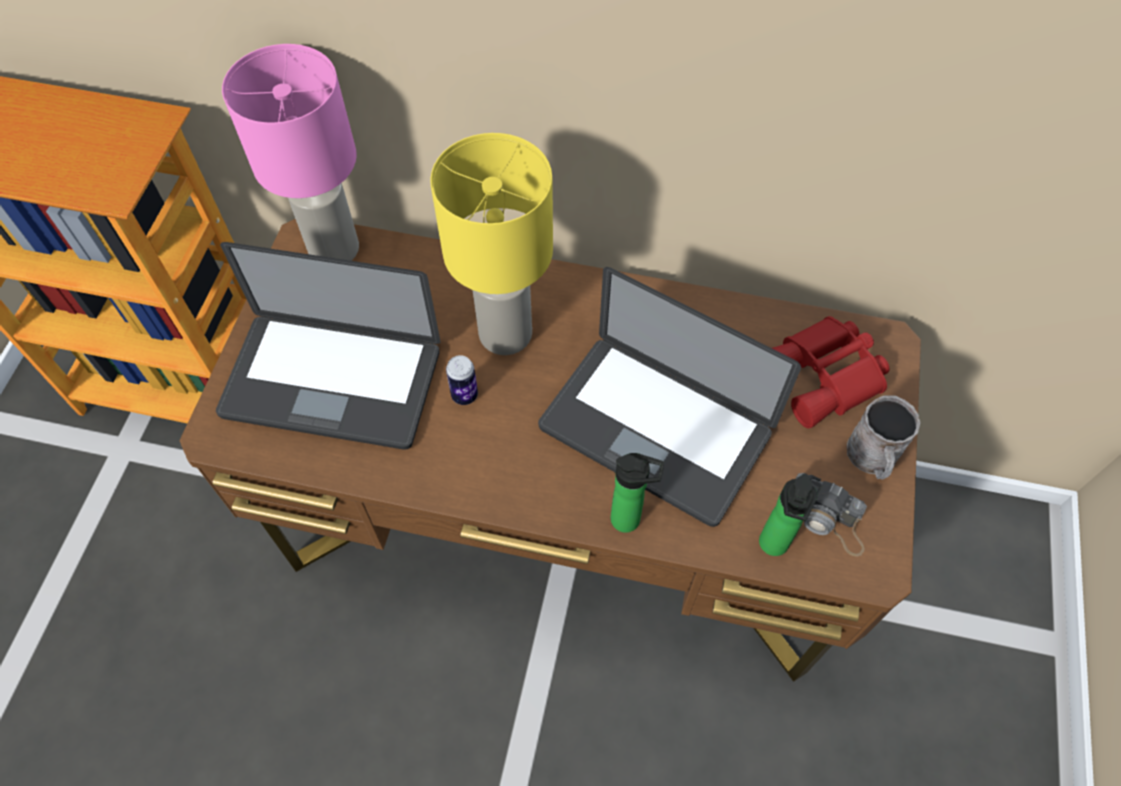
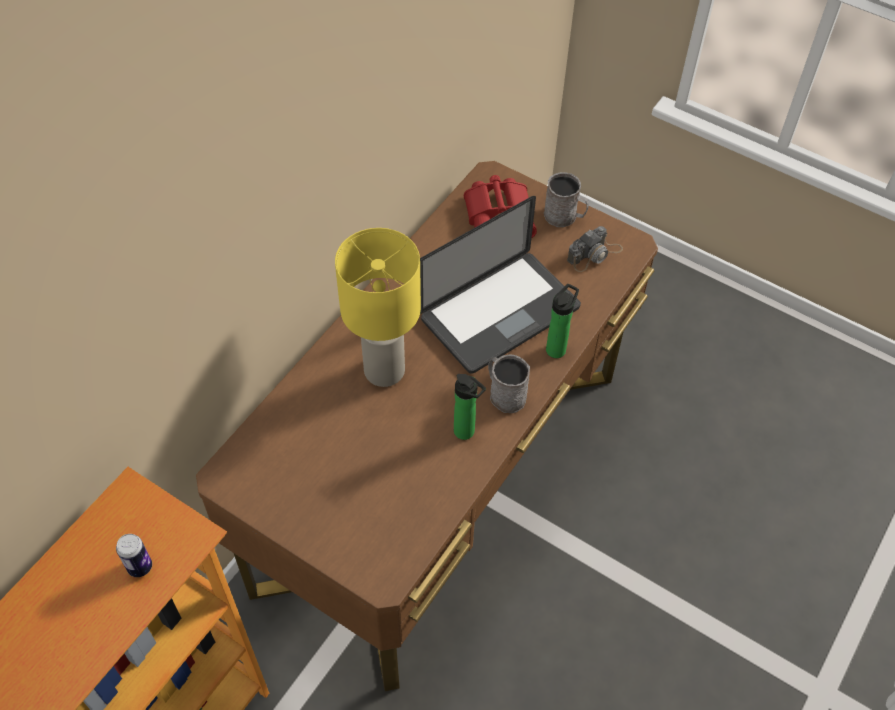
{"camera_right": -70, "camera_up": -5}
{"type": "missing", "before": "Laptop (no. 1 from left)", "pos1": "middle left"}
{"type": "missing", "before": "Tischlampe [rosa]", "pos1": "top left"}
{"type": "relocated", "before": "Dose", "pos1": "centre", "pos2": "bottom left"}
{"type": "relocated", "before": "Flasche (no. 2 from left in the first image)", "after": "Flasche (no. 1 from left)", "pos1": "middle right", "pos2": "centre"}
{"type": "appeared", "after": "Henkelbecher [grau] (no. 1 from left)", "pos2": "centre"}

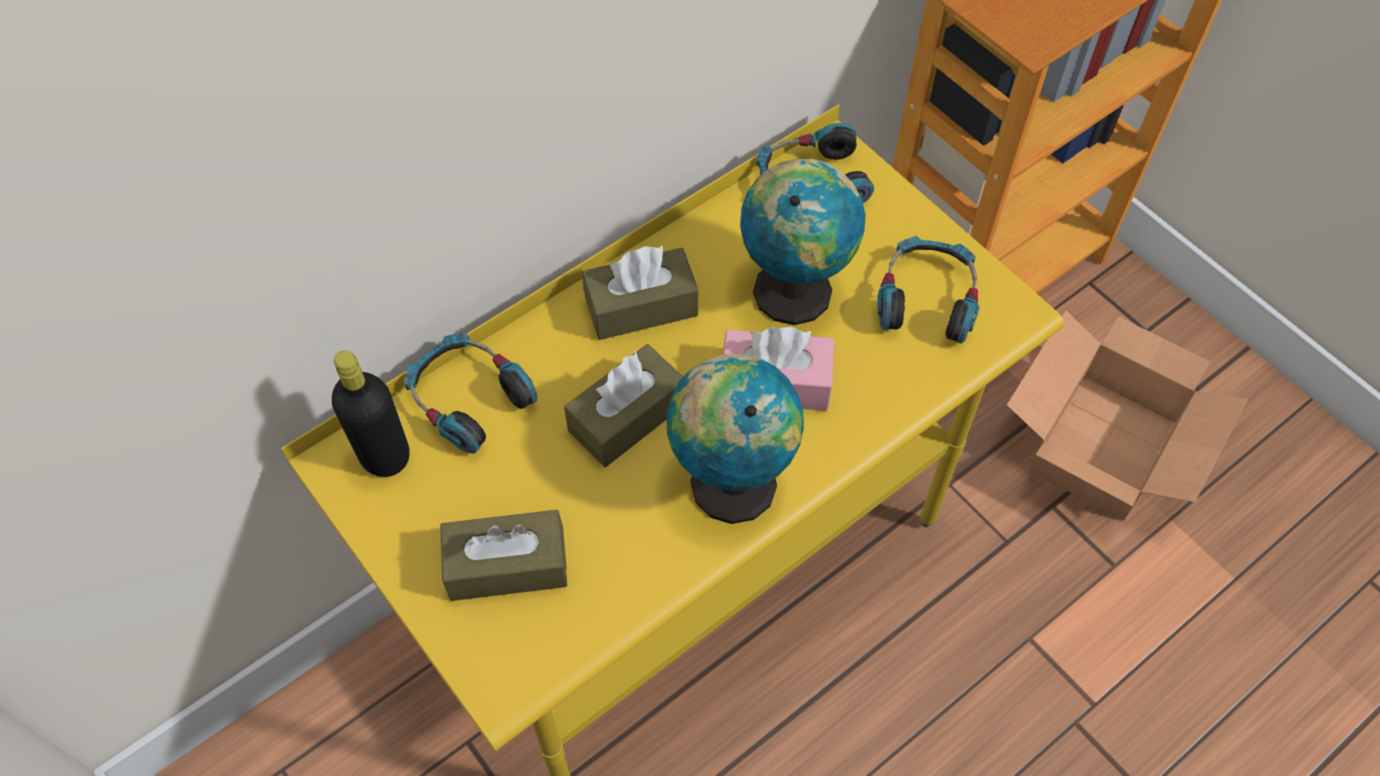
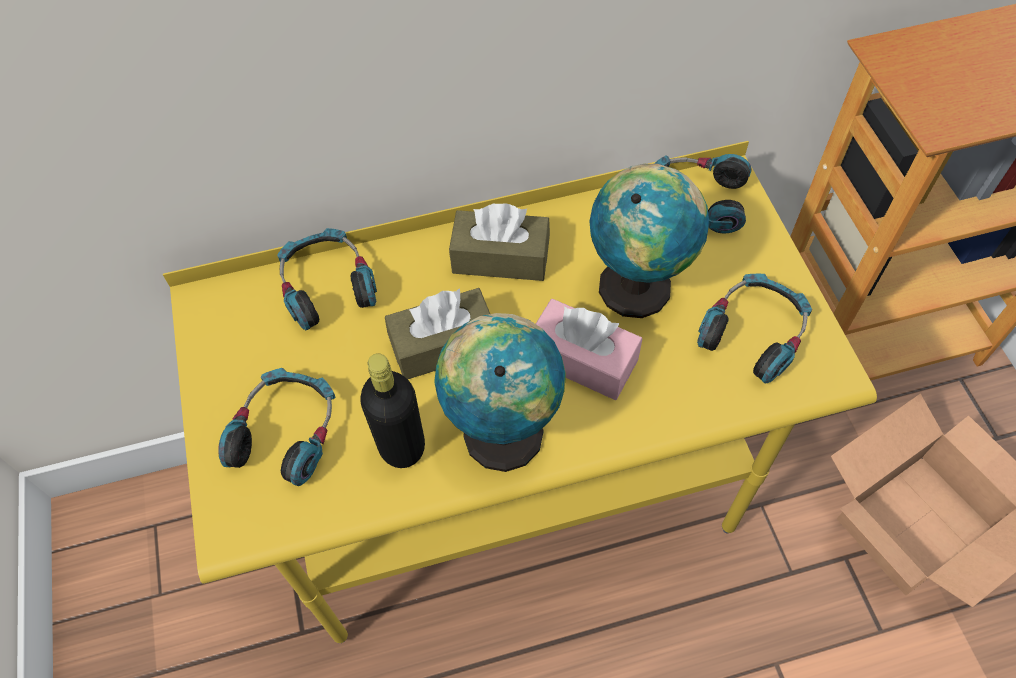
{"camera_right": 25, "camera_up": 0}
{"type": "relocated", "before": "Flasche [schwarz]", "pos1": "middle left", "pos2": "centre"}
{"type": "exchanged", "before": "Taschentuchbox [braun] (no. 1 from left)", "after": "Kopfhörer (no. 1 from left)", "pos1": "bottom centre", "pos2": "middle left"}

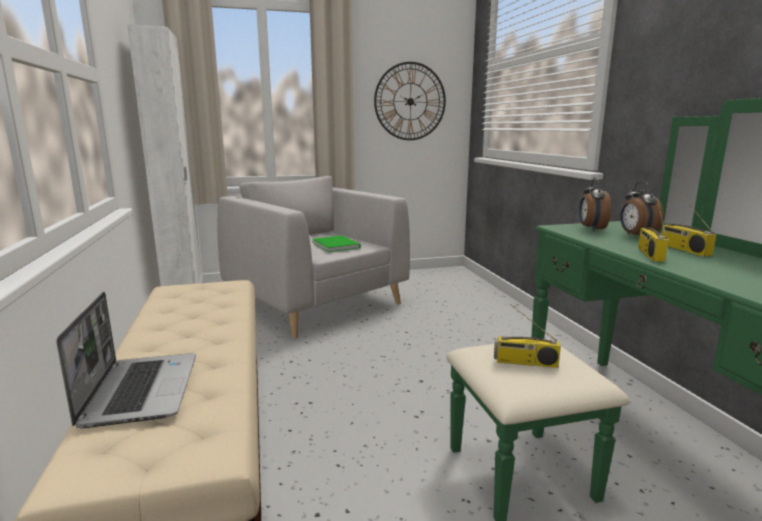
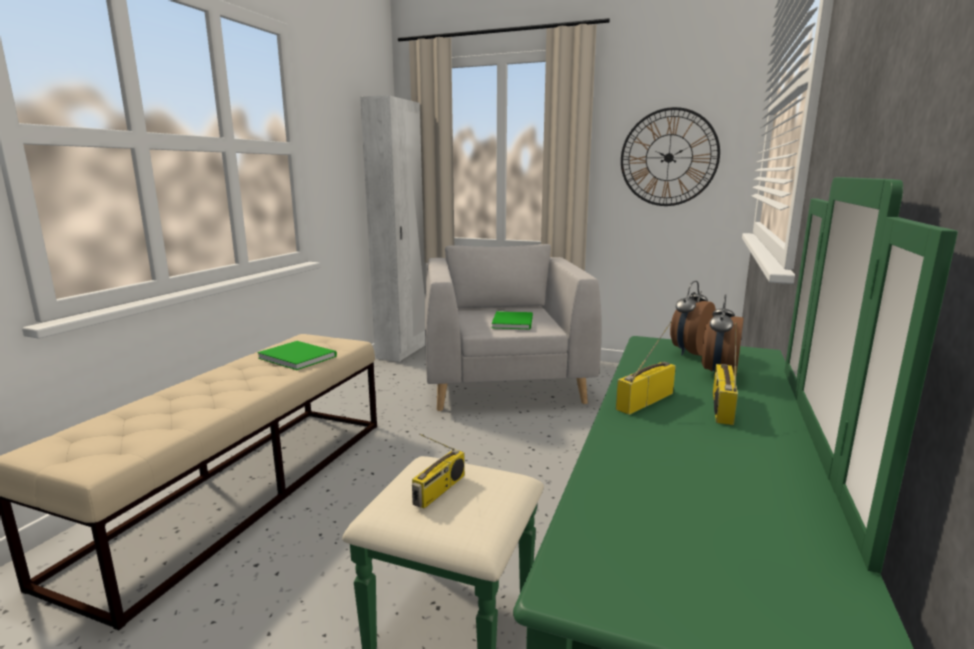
{"camera_right": 35, "camera_up": 0}
{"type": "missing", "before": "Laptop", "pos1": "bottom left"}
{"type": "spun", "before": "Radio (no. 1 from left)", "pos1": "middle right", "pos2": "bottom centre", "turn": -105}
{"type": "appeared", "after": "Buch [grün] (no. 1 from left)", "pos2": "middle left"}

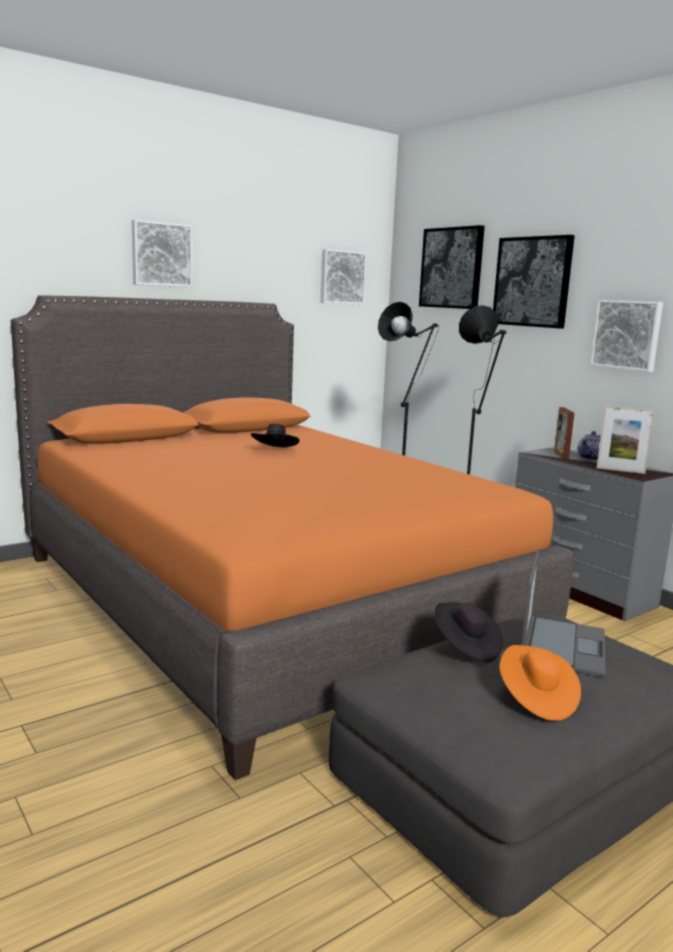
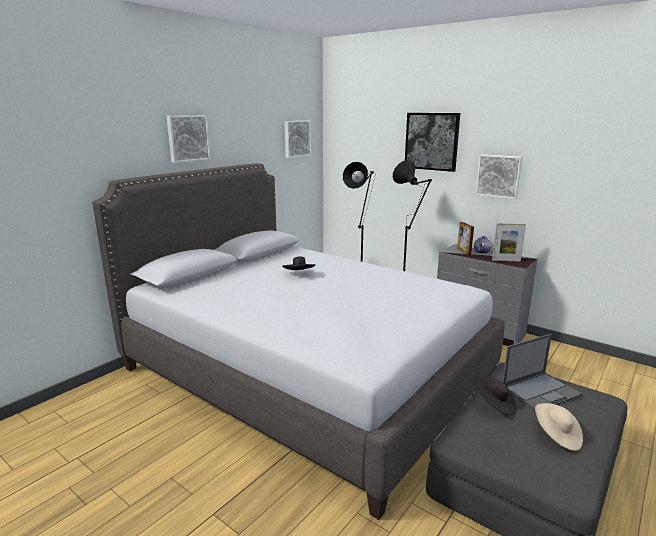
{"camera_right": -15, "camera_up": 5}
{"type": "colour", "before": "Bett [orange]", "after": "Bett [grau]", "pos1": "centre", "pos2": "centre"}
{"type": "missing", "before": "Bild (no. 3 from left)", "pos1": "top right"}
{"type": "colour", "before": "Hut [orange]", "after": "Hut [beige]", "pos1": "bottom right", "pos2": "bottom right"}
{"type": "spun", "before": "Laptop", "pos1": "middle right", "pos2": "bottom right", "turn": 60}

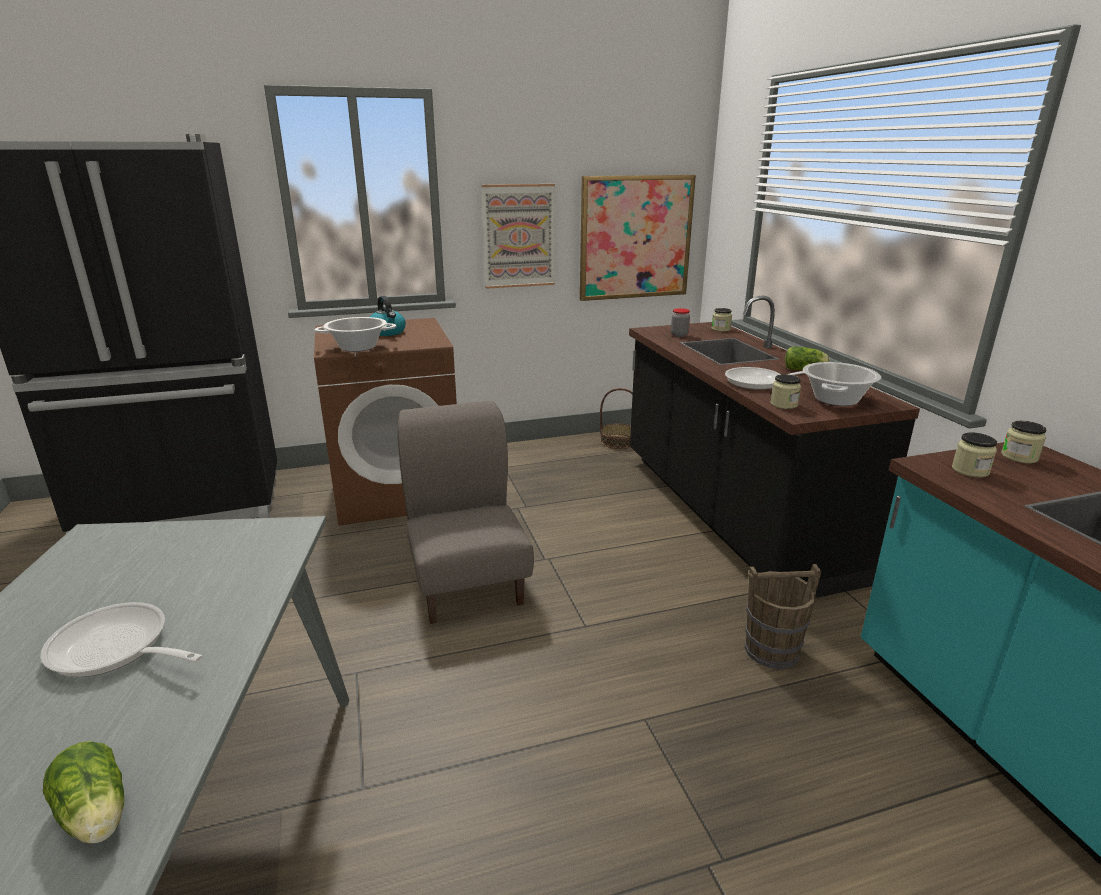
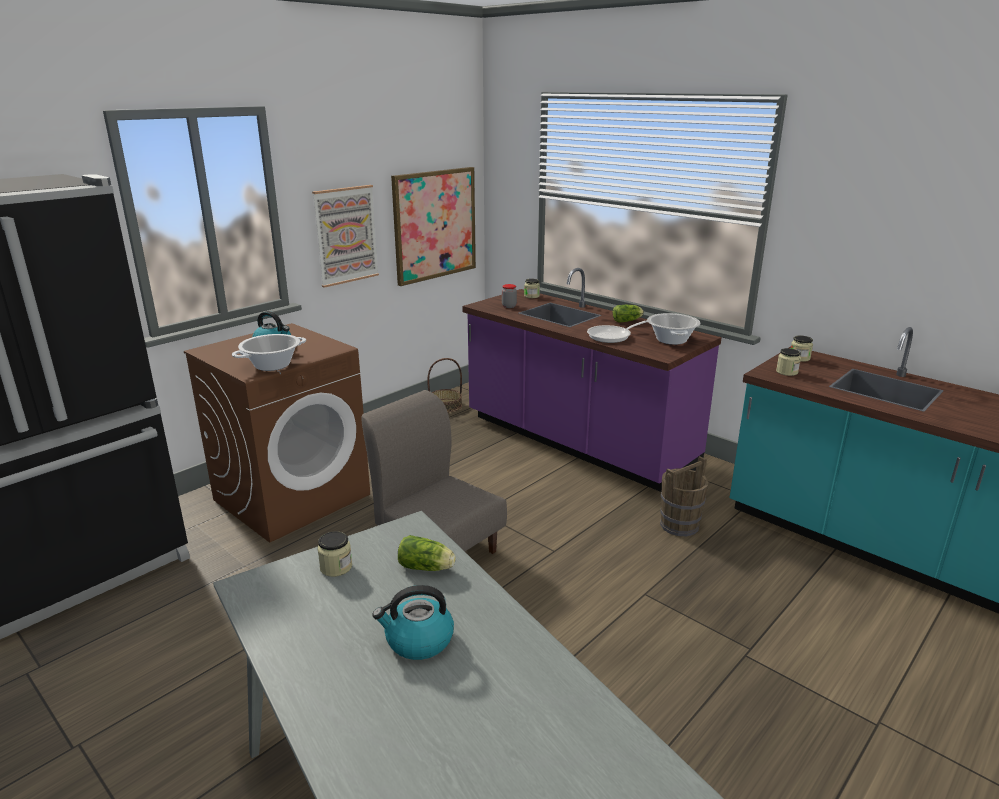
{"camera_right": -30, "camera_up": 0}
{"type": "exchanged", "before": "Pfanne (no. 1 from left)", "after": "Wasserkessel (no. 2 from left)", "pos1": "bottom left", "pos2": "bottom centre"}
{"type": "relocated", "before": "Salatkopf (no. 1 from left)", "pos1": "bottom left", "pos2": "bottom centre"}
{"type": "colour", "before": "Küchenzeile [schwarz]", "after": "Küchenzeile [lila]", "pos1": "middle right", "pos2": "centre"}
{"type": "relocated", "before": "Vorratsglas (no. 3 from left in the first image)", "after": "Vorratsglas (no. 1 from left)", "pos1": "middle right", "pos2": "bottom centre"}

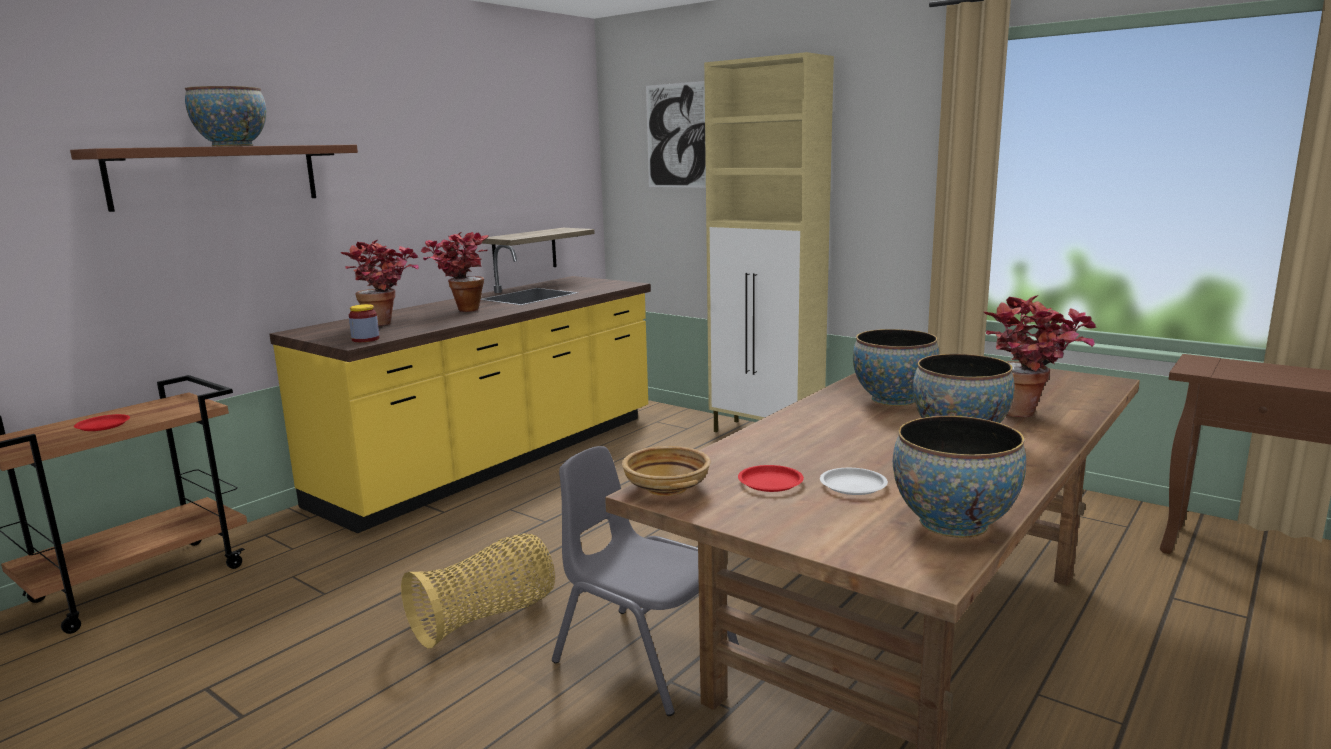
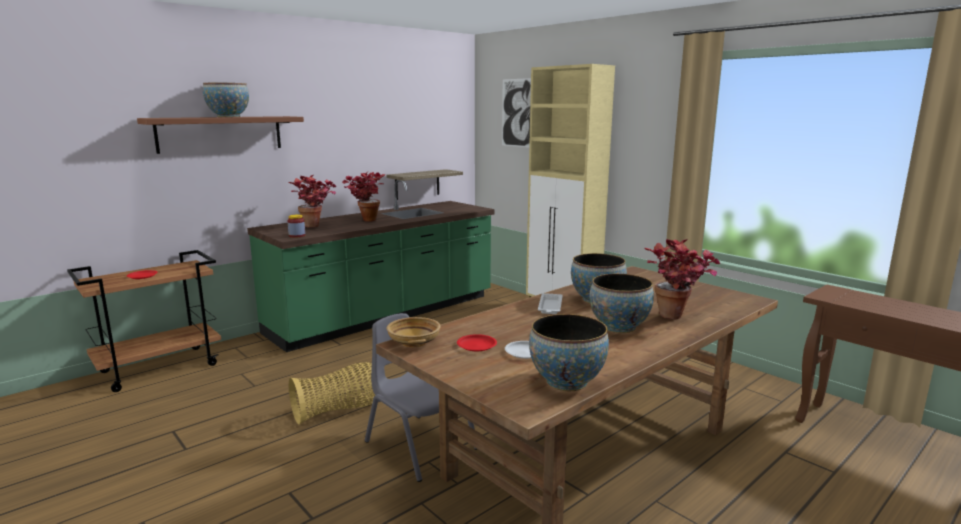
{"camera_right": 10, "camera_up": 0}
{"type": "colour", "before": "Küchenzeile [gelb]", "after": "Küchenzeile [grün]", "pos1": "centre", "pos2": "centre"}
{"type": "appeared", "after": "Tablett [weiß]", "pos2": "centre"}

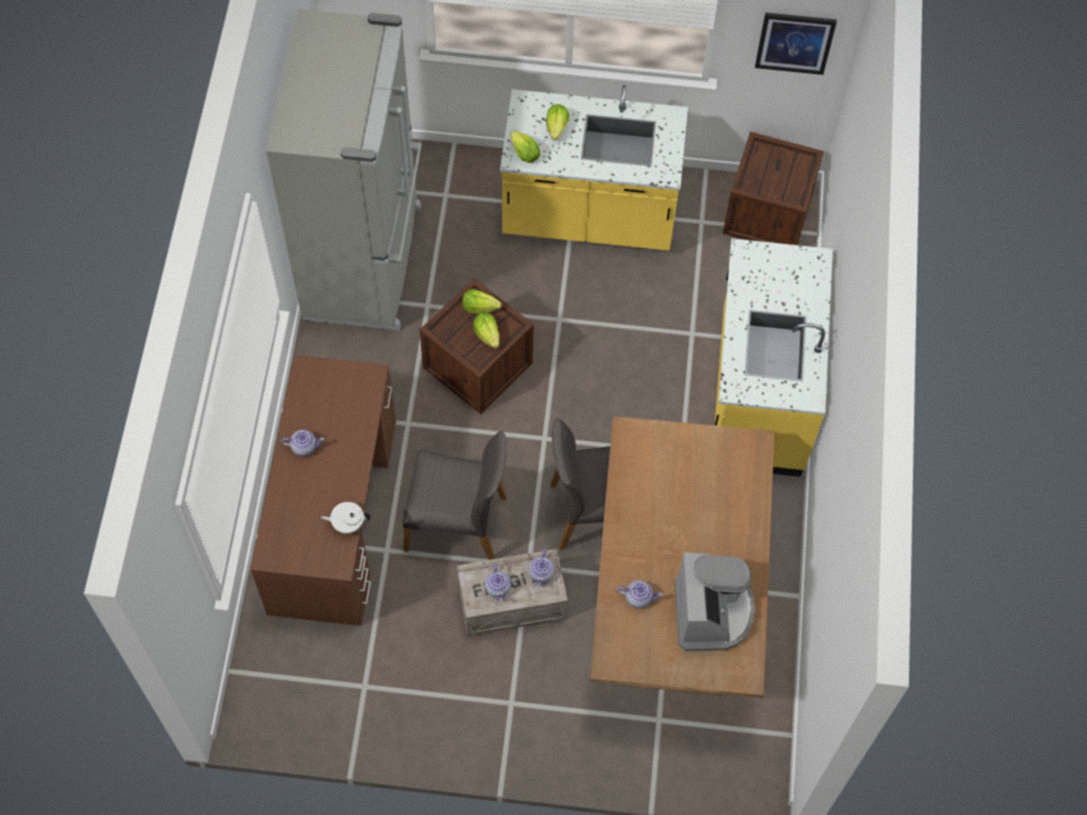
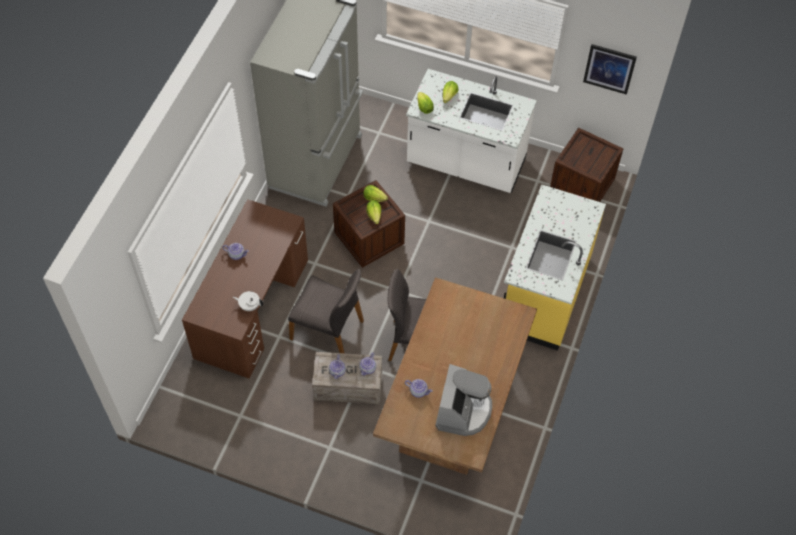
{"camera_right": 15, "camera_up": -5}
{"type": "colour", "before": "Küchenzeile [gelb] (no. 1 from left)", "after": "Küchenzeile [weiß]", "pos1": "top centre", "pos2": "top centre"}

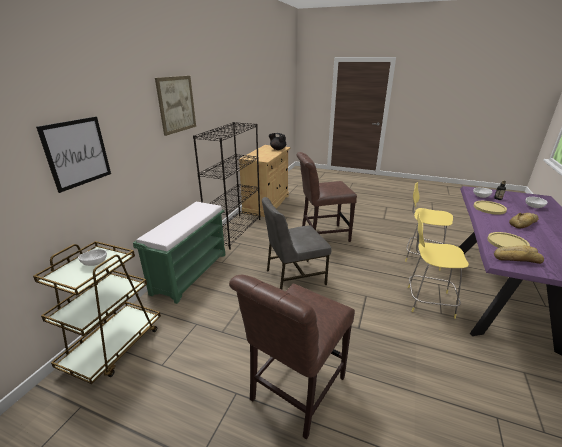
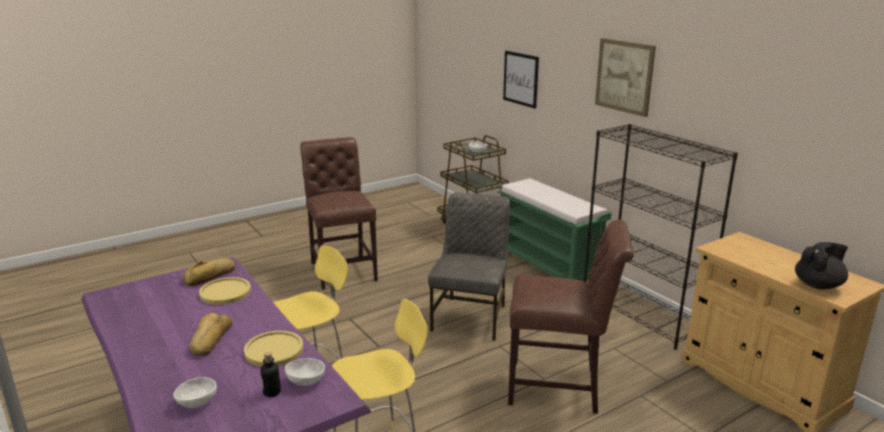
{"camera_right": 125, "camera_up": -5}
{"type": "spun", "before": "Stuhl [braun] (no. 2 from left)", "pos1": "centre", "pos2": "bottom centre", "turn": 75}

